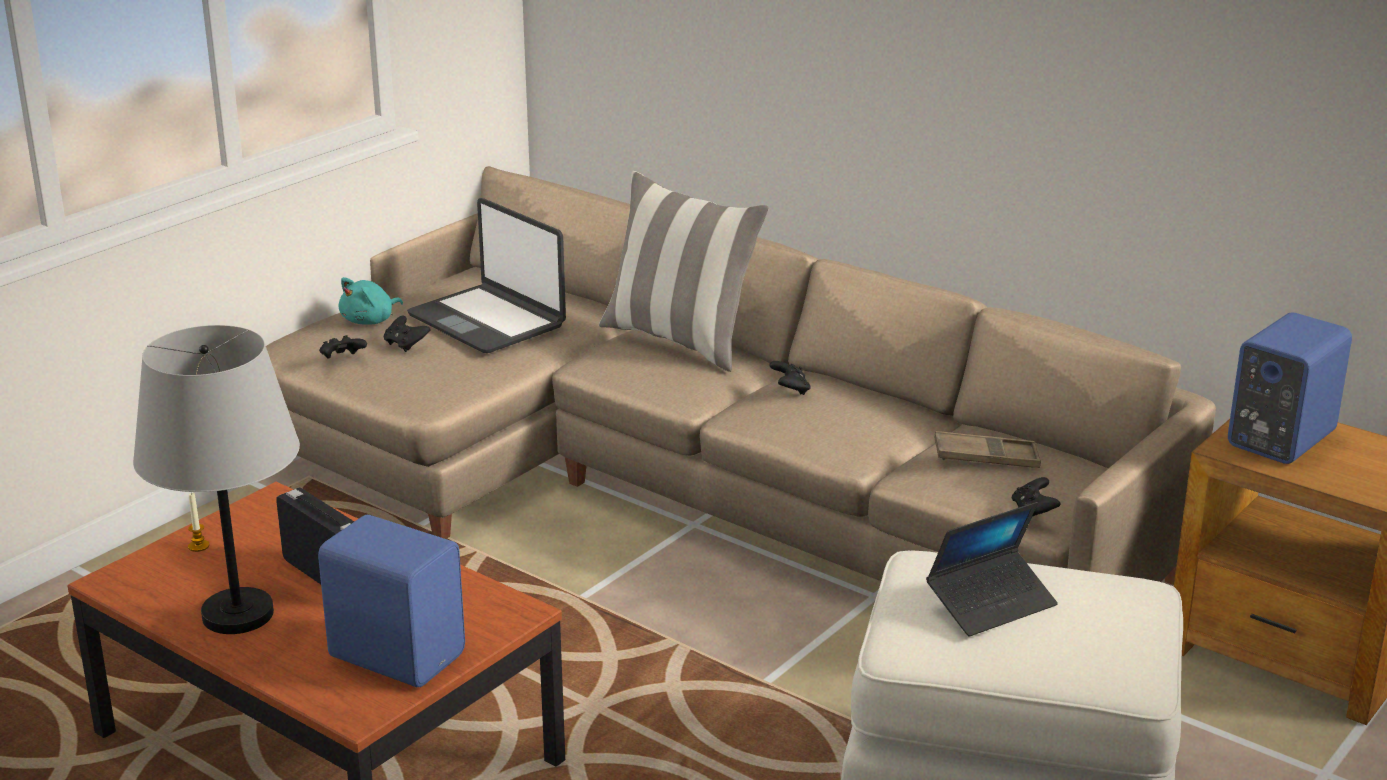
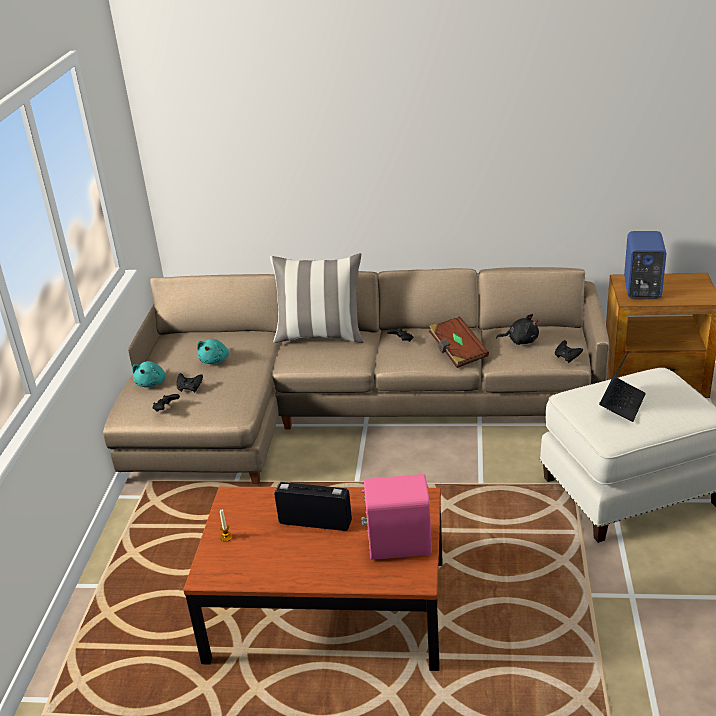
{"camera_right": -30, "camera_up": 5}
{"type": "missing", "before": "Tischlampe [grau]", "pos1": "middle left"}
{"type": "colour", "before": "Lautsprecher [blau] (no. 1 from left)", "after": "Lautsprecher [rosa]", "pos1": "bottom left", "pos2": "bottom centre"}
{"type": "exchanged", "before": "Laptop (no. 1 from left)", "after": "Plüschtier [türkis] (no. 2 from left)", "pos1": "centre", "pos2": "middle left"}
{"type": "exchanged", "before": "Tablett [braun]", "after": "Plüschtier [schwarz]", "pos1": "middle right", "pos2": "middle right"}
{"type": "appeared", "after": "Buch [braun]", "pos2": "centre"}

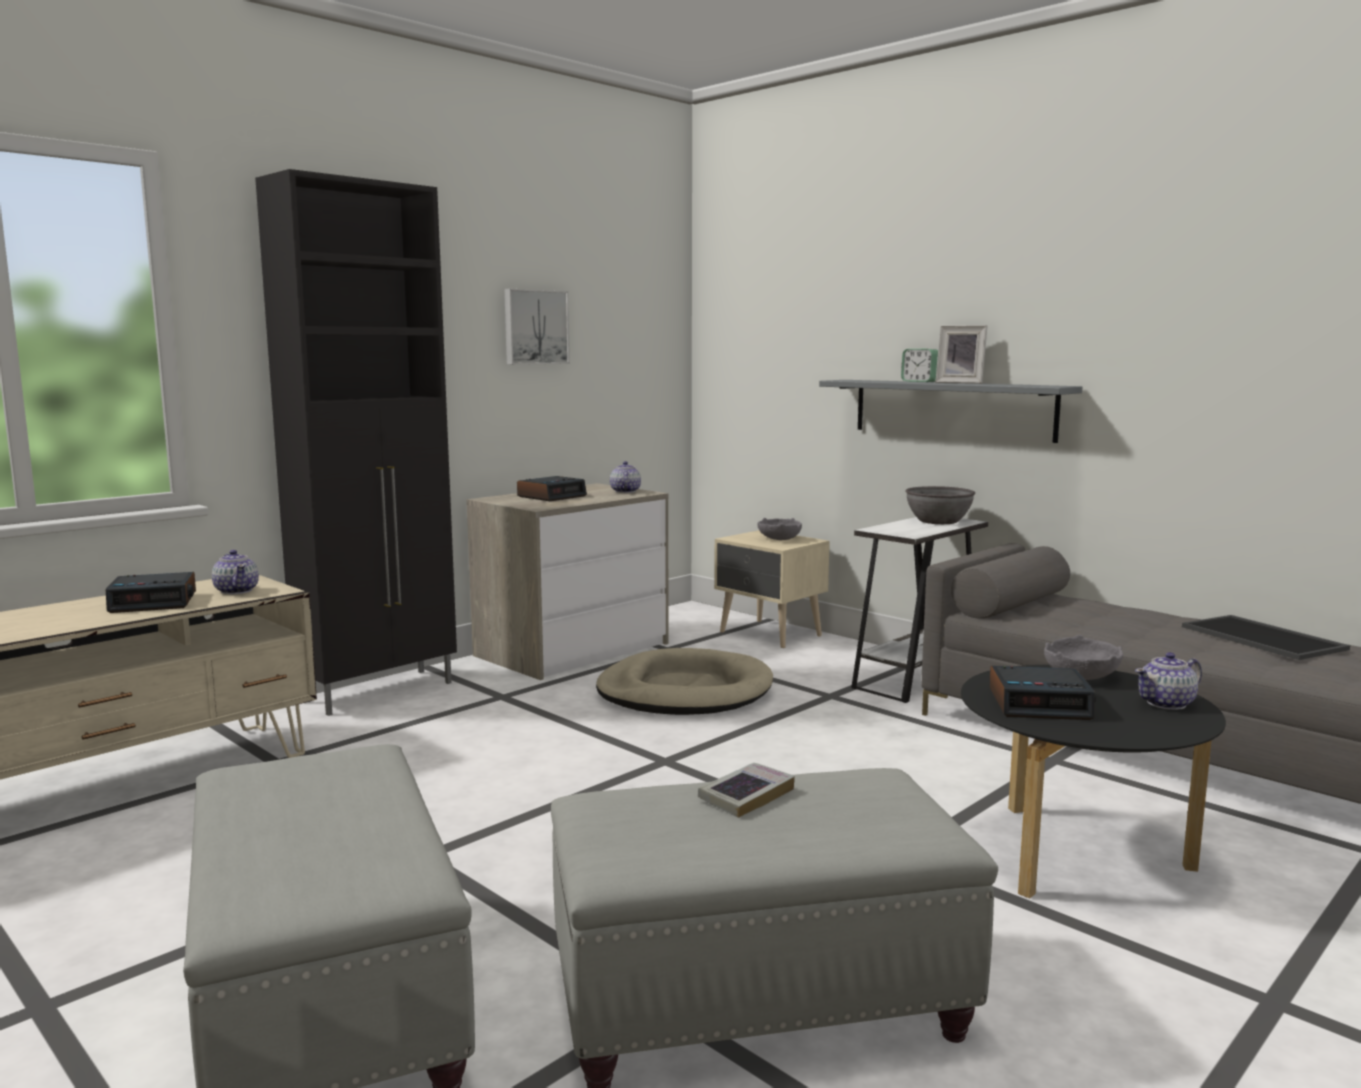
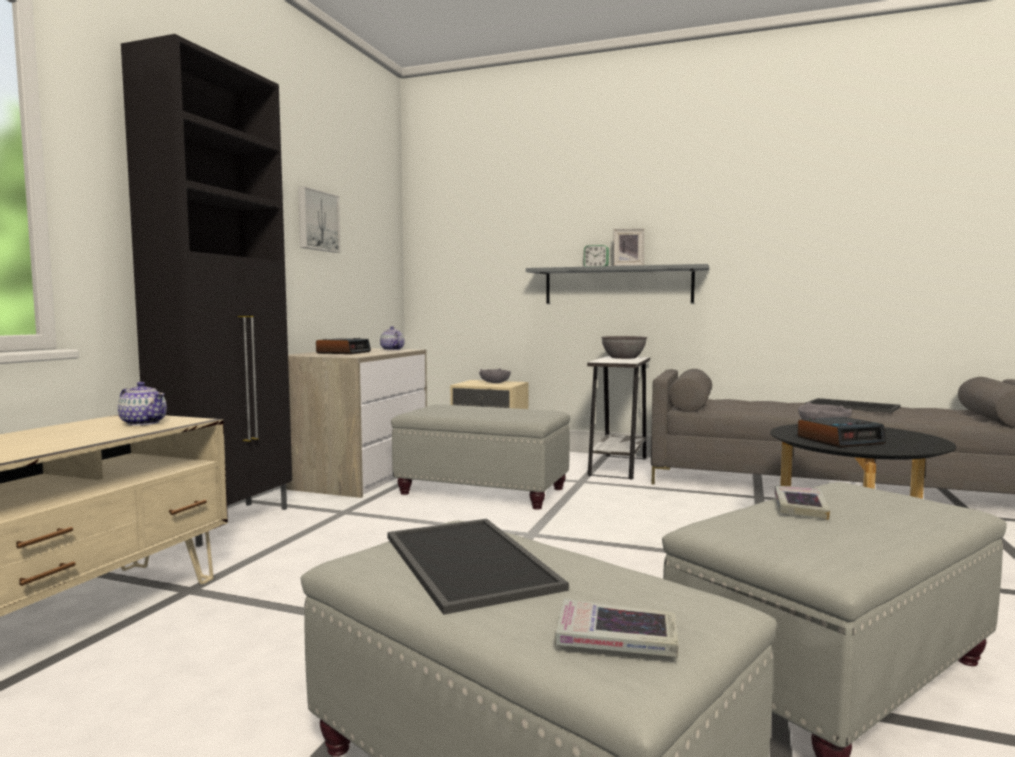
{"camera_right": -25, "camera_up": -5}
{"type": "missing", "before": "Wecker (no. 1 from left)", "pos1": "middle left"}
{"type": "exchanged", "before": "Hundebett [beige]", "after": "Polsterhocker [grau] (no. 1 from left)", "pos1": "centre", "pos2": "centre"}
{"type": "missing", "before": "Teekanne (no. 3 from left)", "pos1": "middle right"}
{"type": "appeared", "after": "Tablett (no. 1 from left)", "pos2": "bottom centre"}
{"type": "appeared", "after": "Buch (no. 1 from left)", "pos2": "bottom centre"}

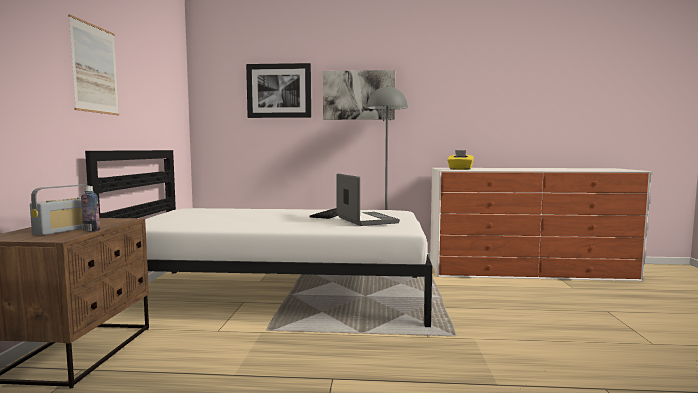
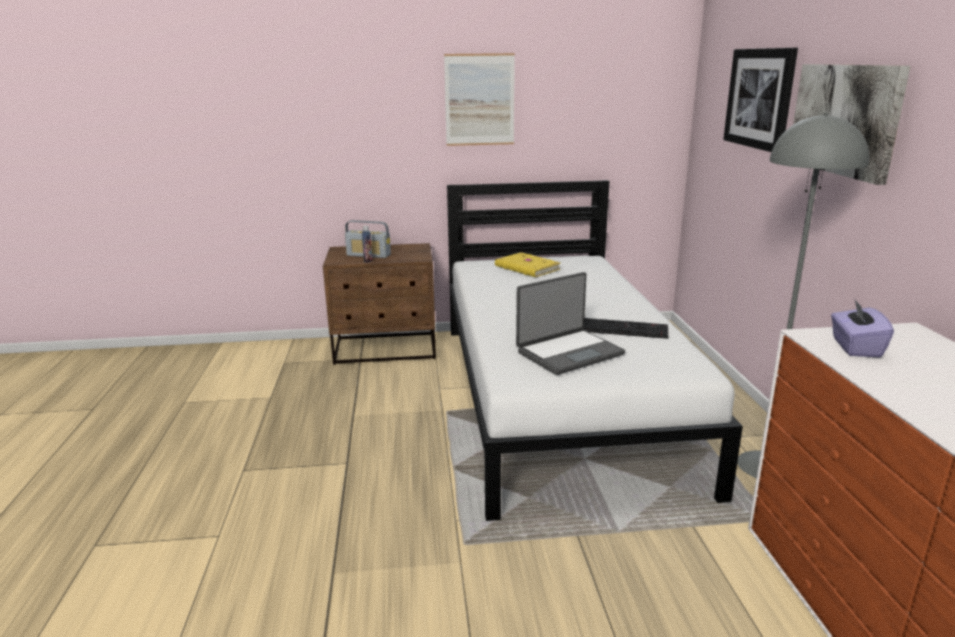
{"camera_right": 80, "camera_up": 15}
{"type": "colour", "before": "Taschentuchbox [gelb]", "after": "Taschentuchbox [lila]", "pos1": "centre", "pos2": "middle right"}
{"type": "appeared", "after": "Buch [gelb]", "pos2": "centre"}

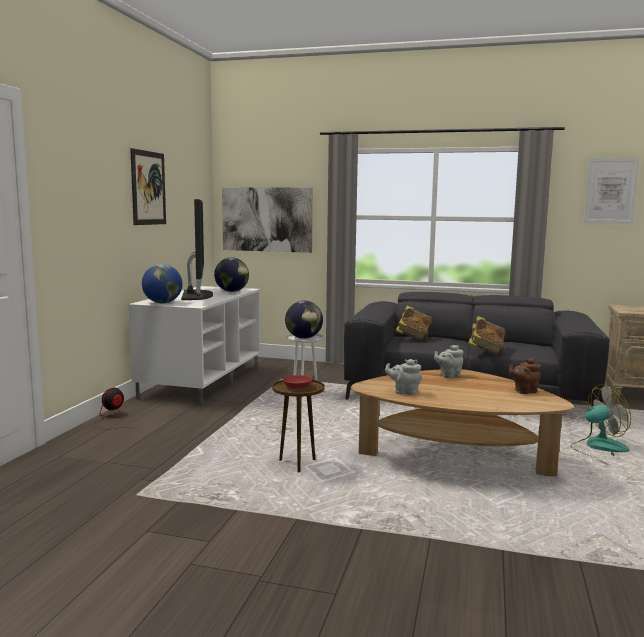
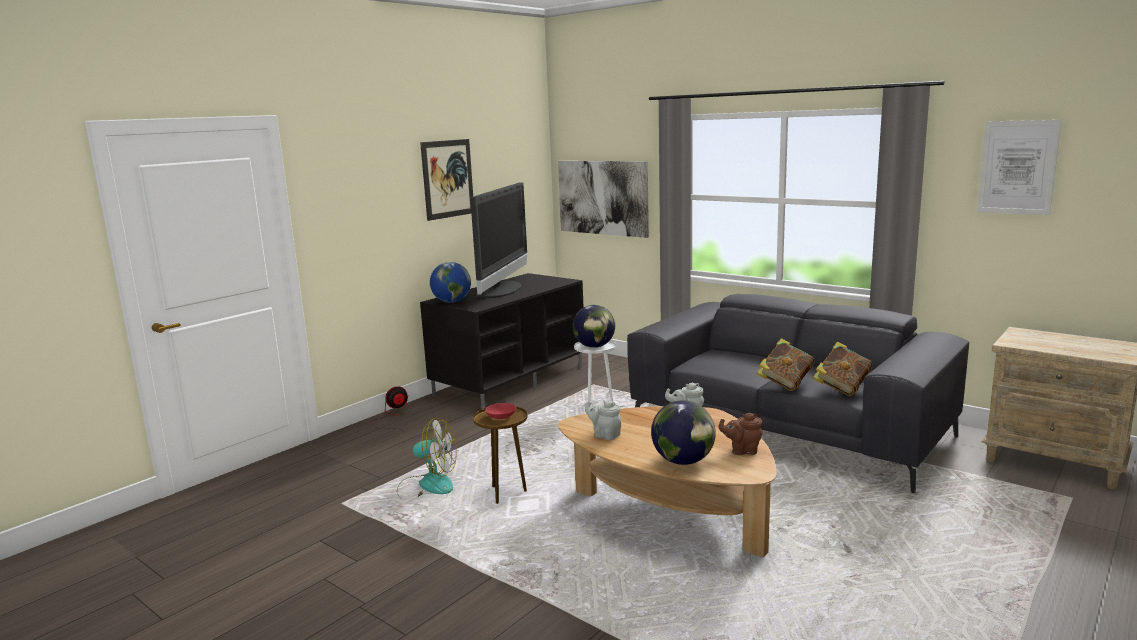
{"camera_right": 25, "camera_up": 5}
{"type": "colour", "before": "Fernsehschrank [weiß]", "after": "Fernsehschrank [schwarz]", "pos1": "middle left", "pos2": "centre"}
{"type": "relocated", "before": "Globus (no. 2 from left in the first image)", "after": "Globus (no. 3 from left)", "pos1": "centre", "pos2": "bottom centre"}
{"type": "relocated", "before": "Buch (no. 1 from left in the first image)", "after": "Buch (no. 2 from left)", "pos1": "centre", "pos2": "middle right"}
{"type": "relocated", "before": "Ventilator (no. 2 from left)", "pos1": "middle right", "pos2": "bottom centre"}

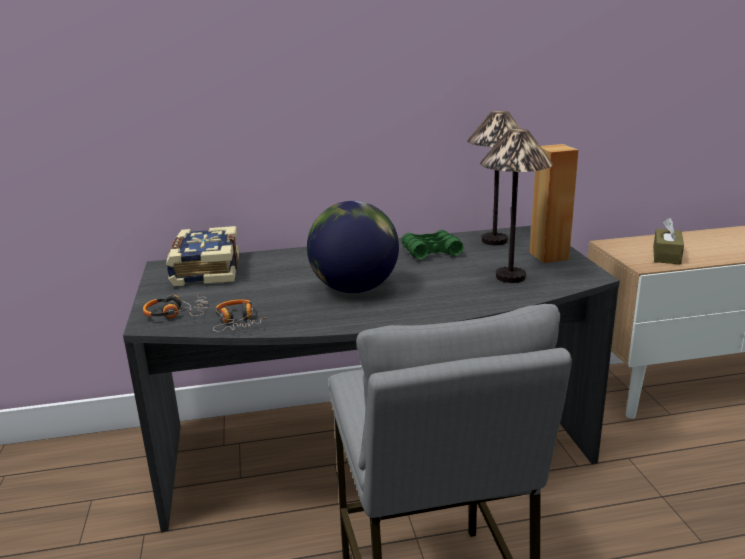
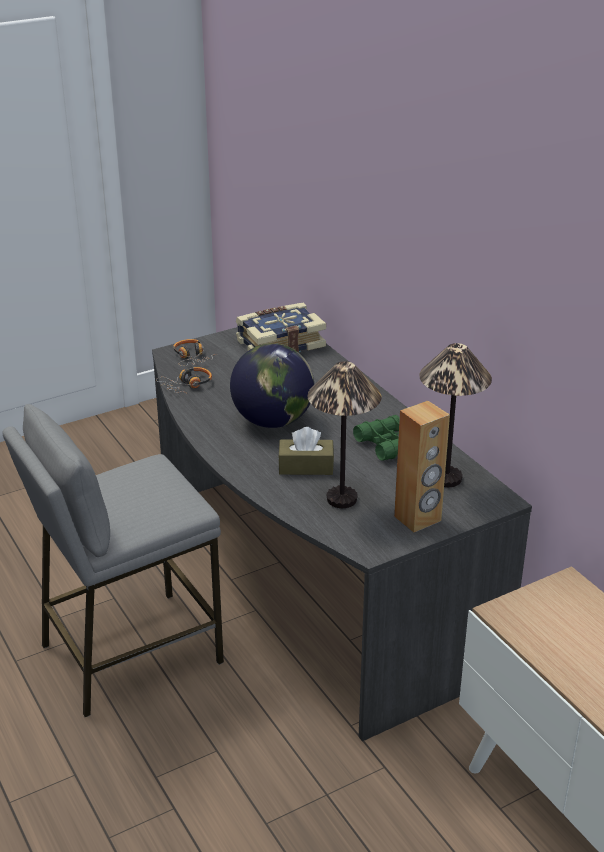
{"camera_right": 70, "camera_up": 10}
{"type": "relocated", "before": "Taschentuchbox [braun]", "pos1": "middle right", "pos2": "centre"}

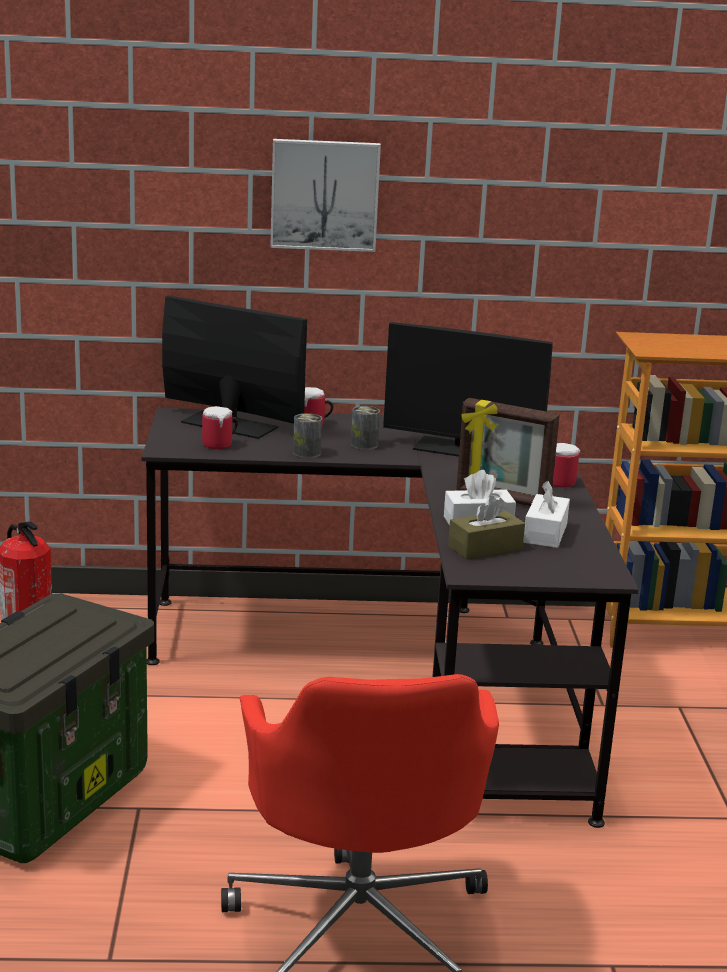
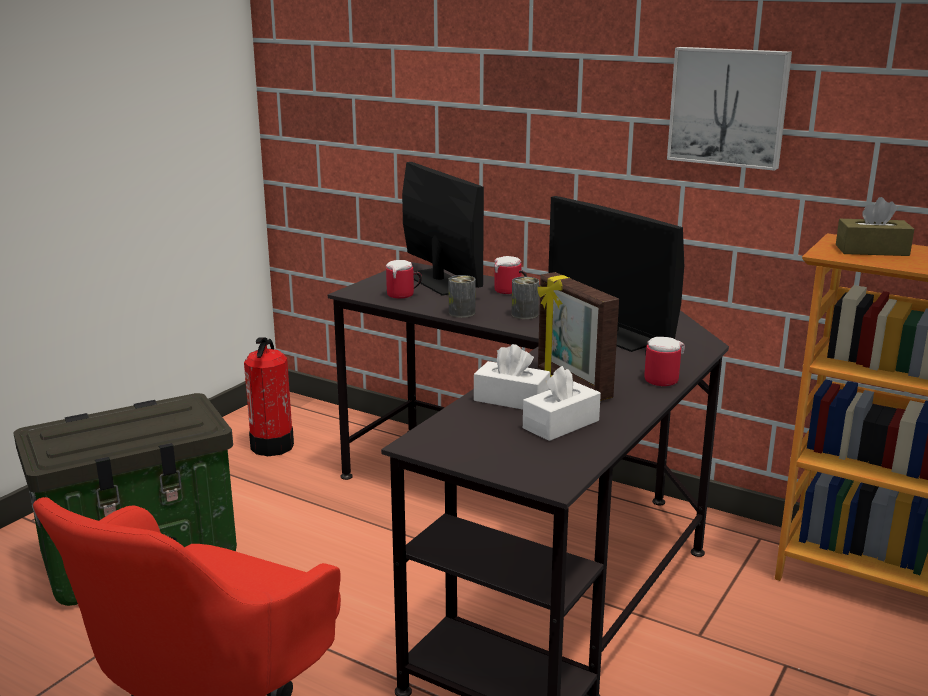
{"camera_right": 35, "camera_up": 0}
{"type": "relocated", "before": "Bild", "pos1": "top centre", "pos2": "top right"}
{"type": "relocated", "before": "Taschentuchbox [braun]", "pos1": "middle right", "pos2": "top right"}

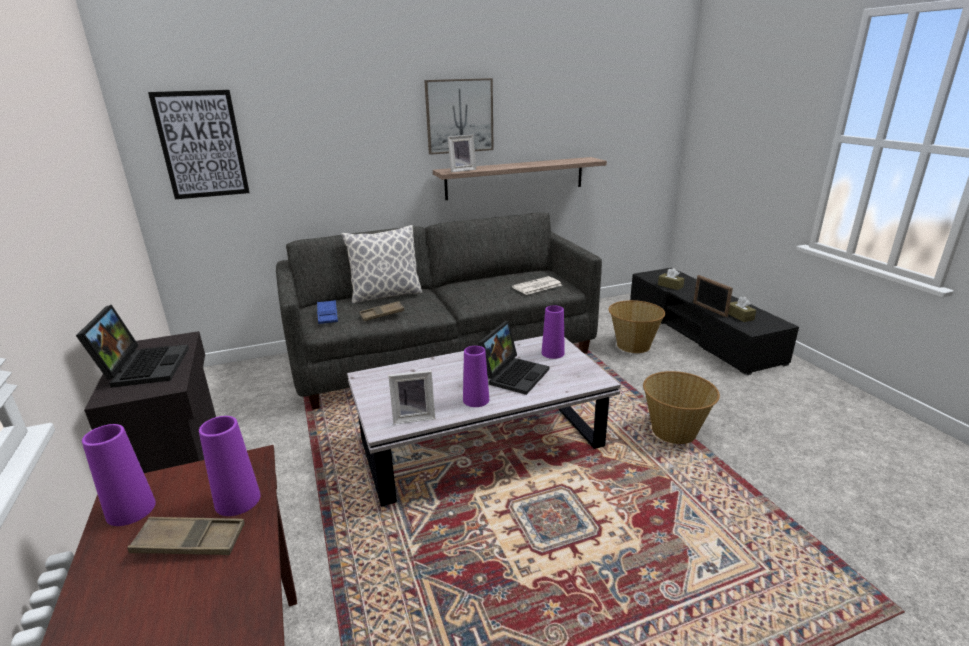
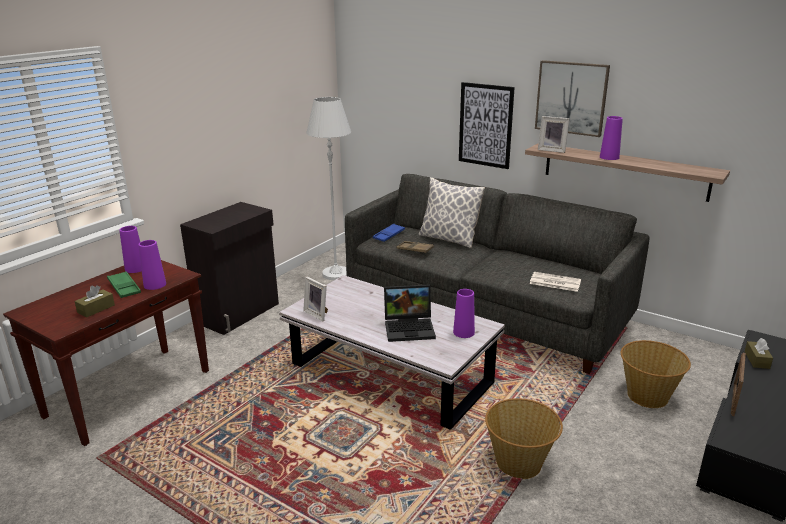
{"camera_right": 55, "camera_up": 0}
{"type": "missing", "before": "Laptop (no. 1 from left)", "pos1": "middle left"}
{"type": "colour", "before": "Tablett [braun] (no. 1 from left)", "after": "Tablett [grün]", "pos1": "bottom left", "pos2": "middle left"}
{"type": "relocated", "before": "Bild (no. 1 from left)", "pos1": "top left", "pos2": "top centre"}
{"type": "relocated", "before": "Vase [lila] (no. 3 from left in the first image)", "after": "Vase [lila] (no. 4 from left)", "pos1": "centre", "pos2": "top right"}
{"type": "relocated", "before": "Taschentuchbox [braun] (no. 2 from left in the first image)", "after": "Taschentuchbox [braun] (no. 1 from left)", "pos1": "middle right", "pos2": "middle left"}
{"type": "appeared", "after": "Stehlampe [weiß]", "pos2": "centre"}

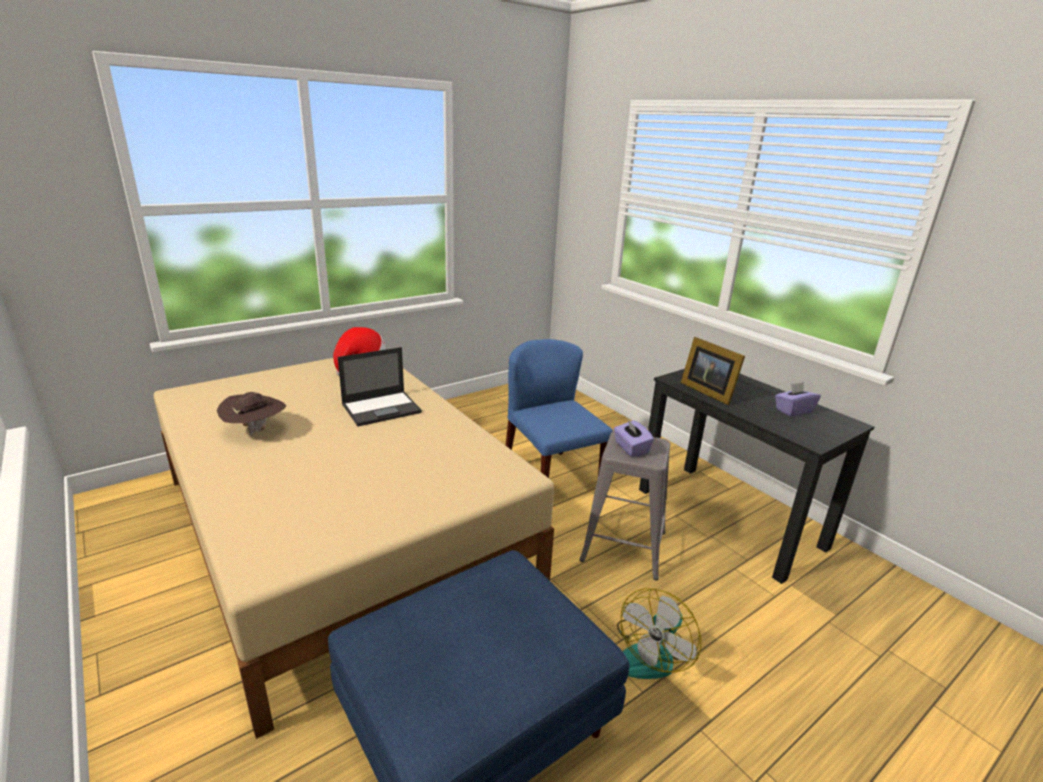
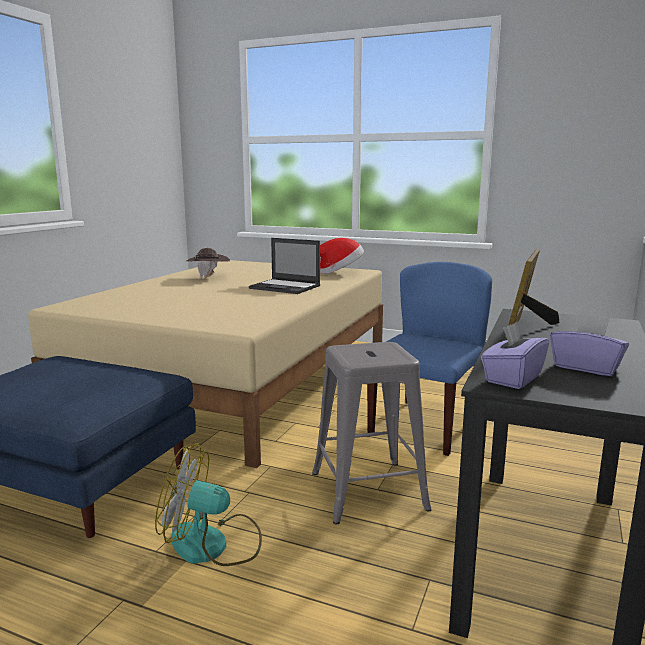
{"camera_right": 60, "camera_up": -10}
{"type": "relocated", "before": "Taschentuchbox [lila] (no. 1 from left)", "pos1": "centre", "pos2": "middle right"}

